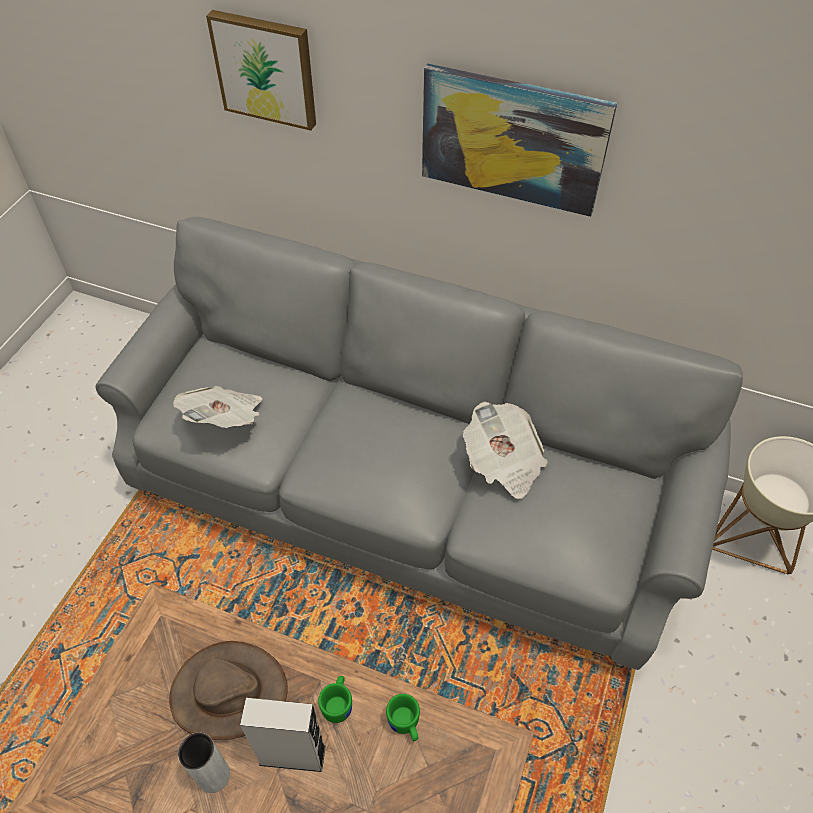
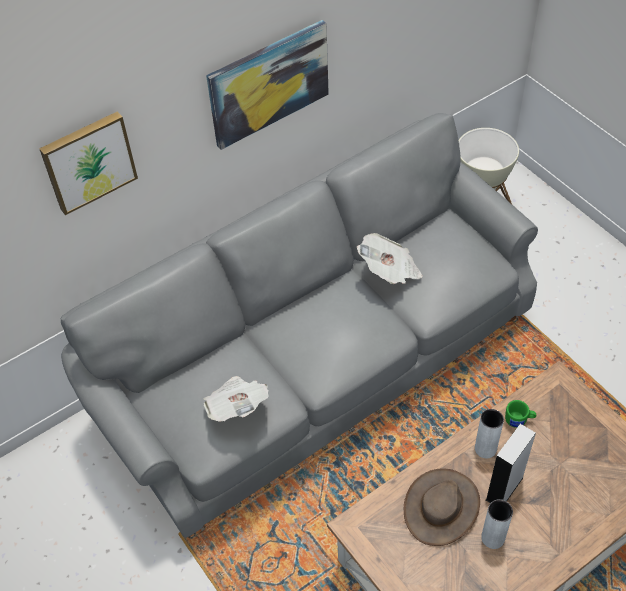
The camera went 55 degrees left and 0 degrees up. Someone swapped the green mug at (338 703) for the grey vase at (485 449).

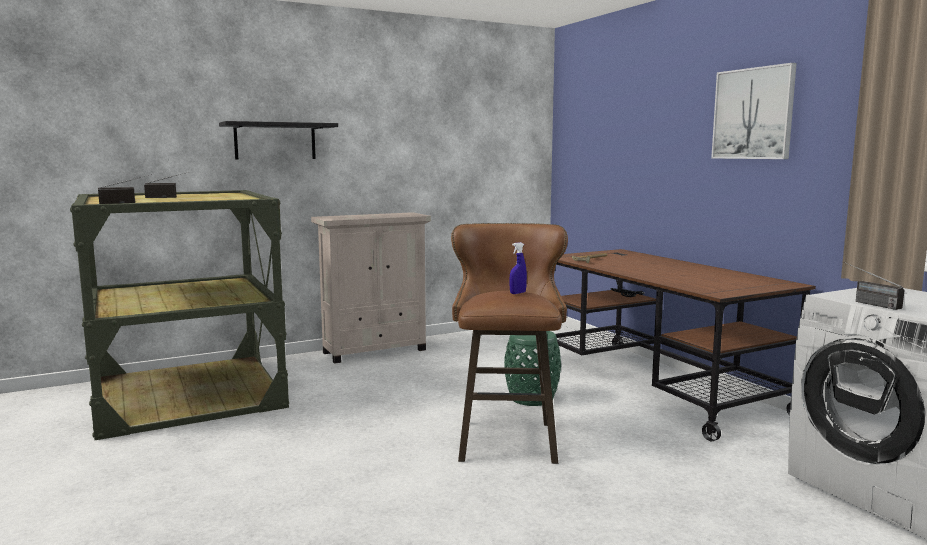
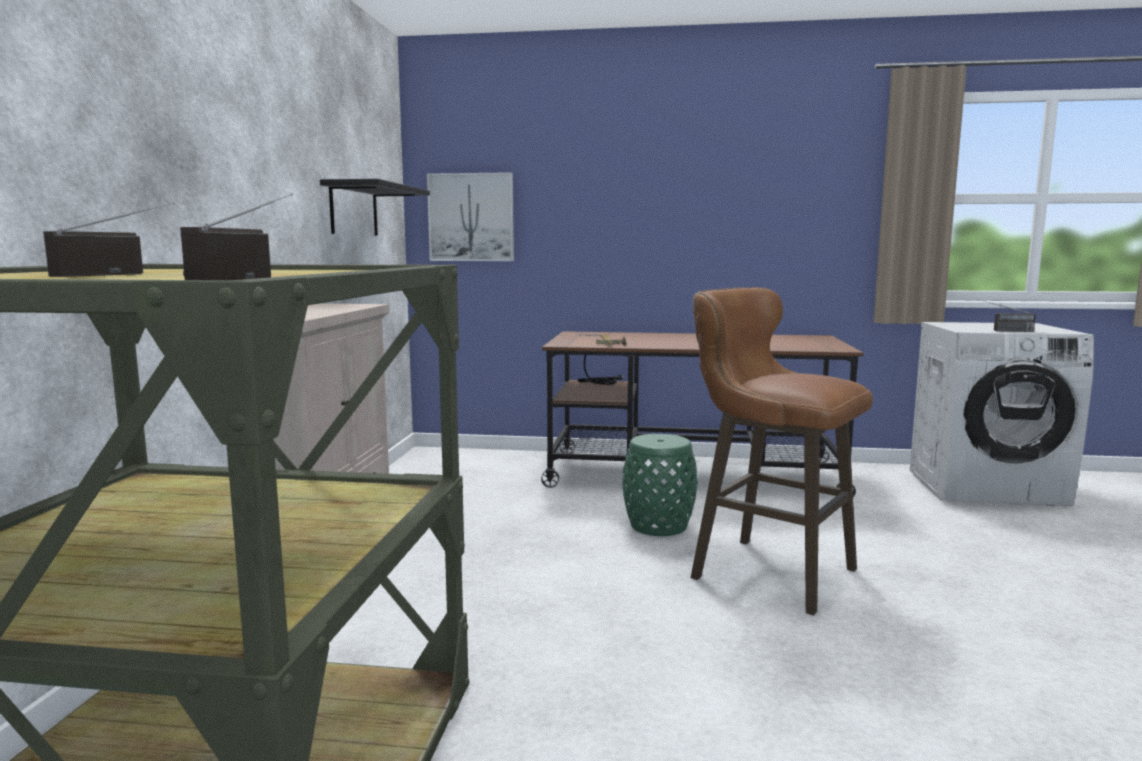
The camera went 55 degrees left and 0 degrees up. Someone carried the picture from (753 114) to (471 217). Someone carried the black shelf from (275 141) to (354 210). Someone took away the blue spray bottle at (517 293).

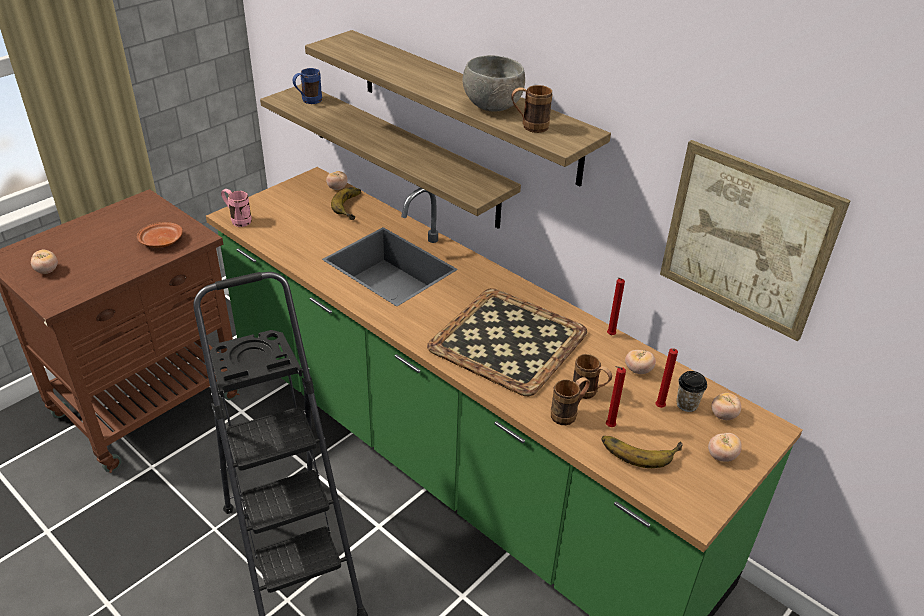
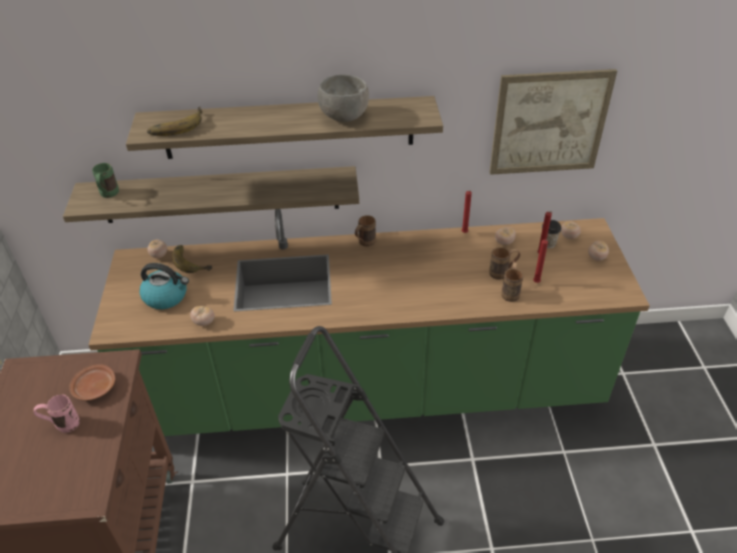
The camera went 45 degrees left and 5 degrees up. Someone repainted the blue mug at (308 101), which became the green mug at (108 195). Someone carried the brown mug from (529 127) to (364 243). Someone carried the pink mug from (238 220) to (62 425). Someone carried the tomato from (47 271) to (204 322). Someone took away the tray at (508 341). Someone carried the banana from (639 448) to (176 125). Someone put down the kettle at (166 296).

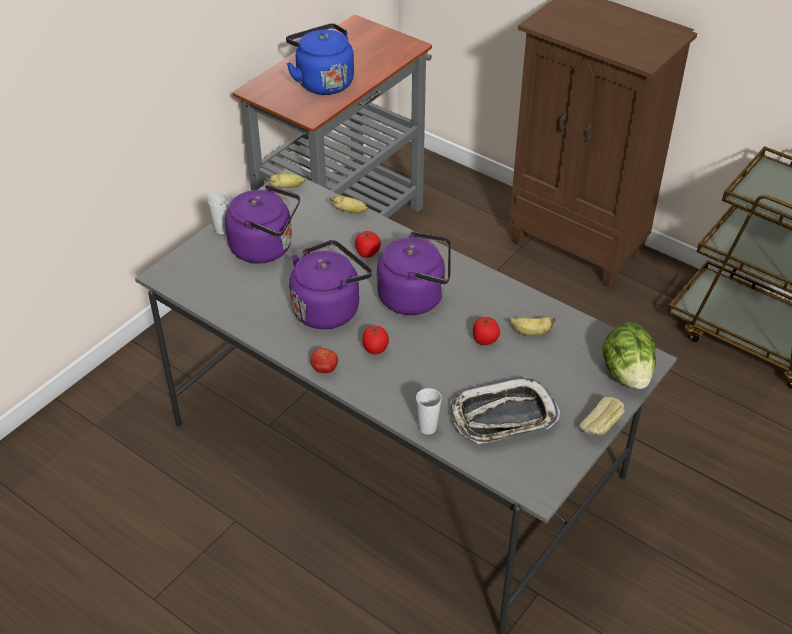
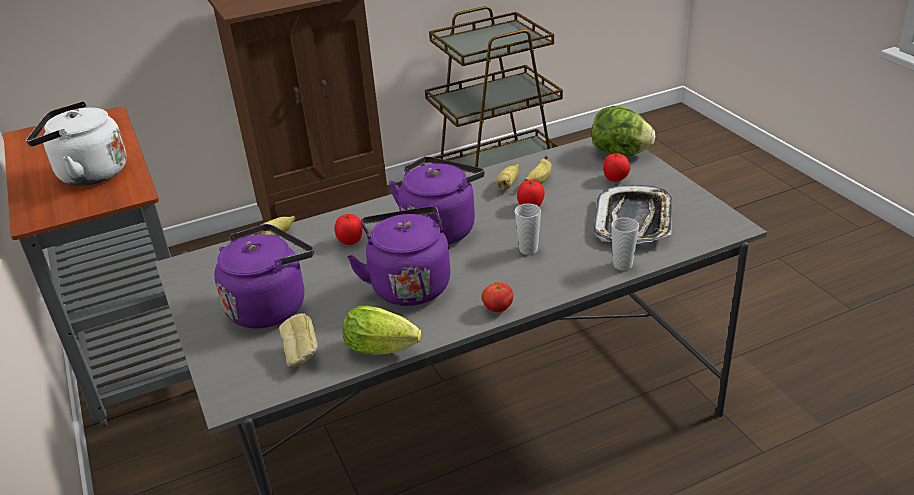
The camera went 60 degrees left and 10 degrees down. Someone repainted the blue kettle at (322 82), which became the white kettle at (88 174). Someone carried the banana from (287 187) to (508 185). Someone carried the cup from (222 229) to (528 250). Someone carried the tomato from (375 350) to (615 179). Someone carried the bread from (600 428) to (302 355). Someone put down the lettuce at (385 349).

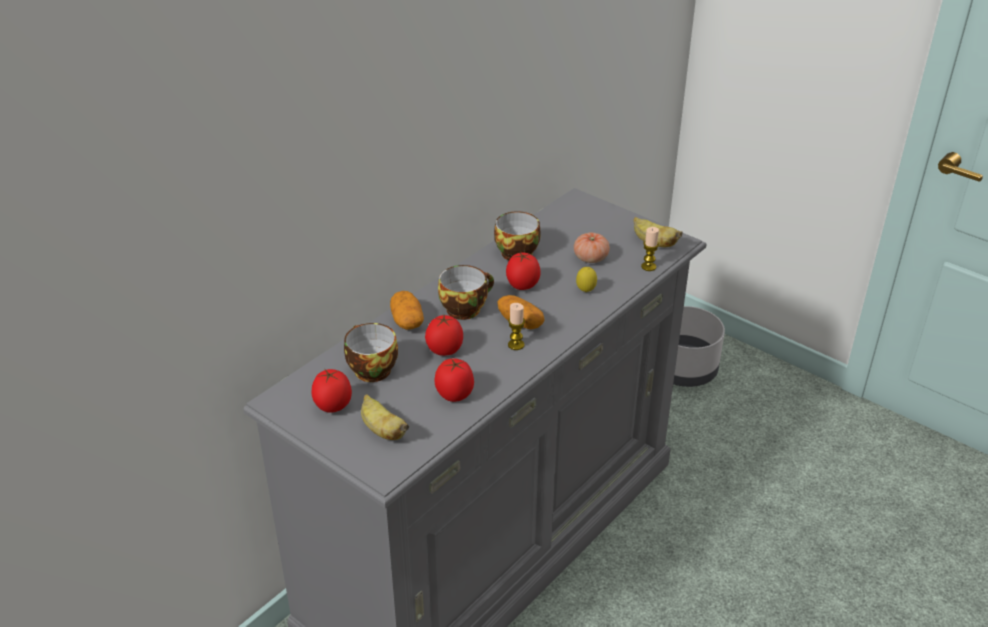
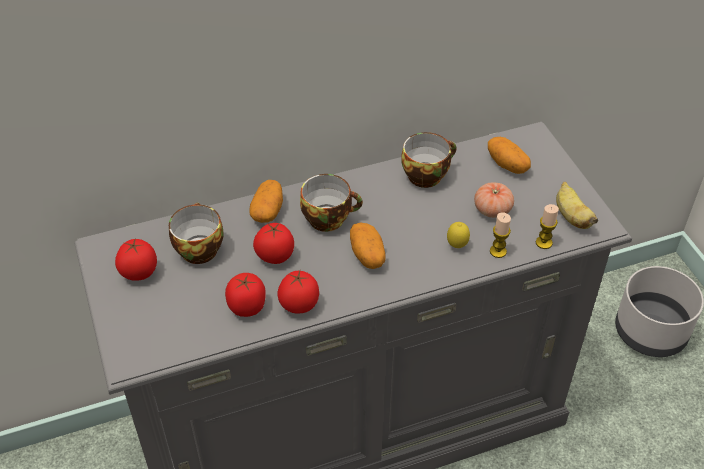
The camera went 30 degrees right and 10 degrees up. Someone carried the tomato from (522 286) to (299 305). Someone carried the candle from (516 345) to (498 251). Someone took away the banana at (382 430). Someone put down the potato at (507 164).

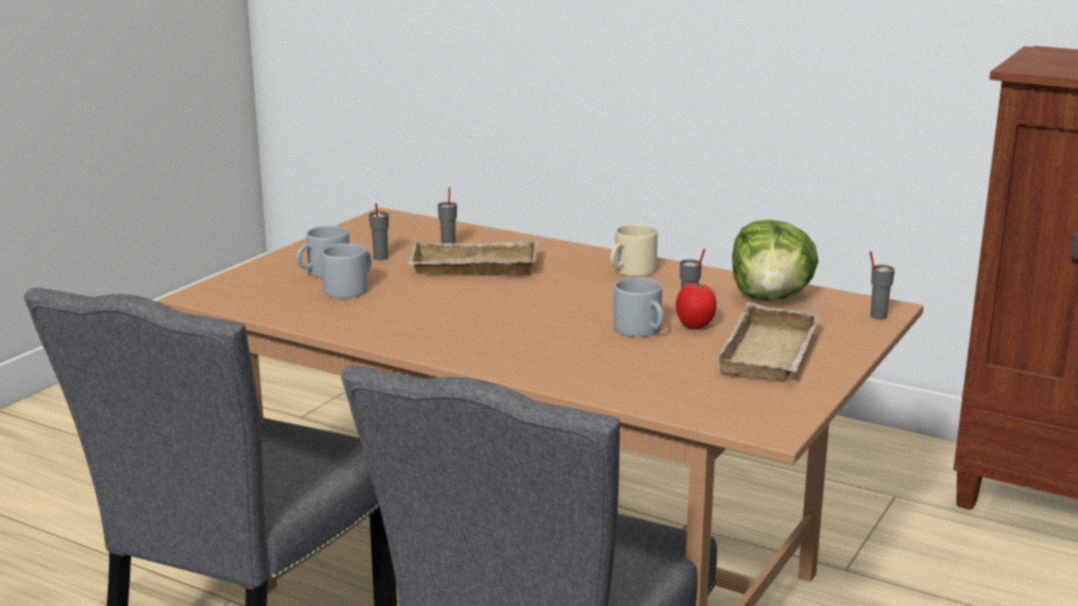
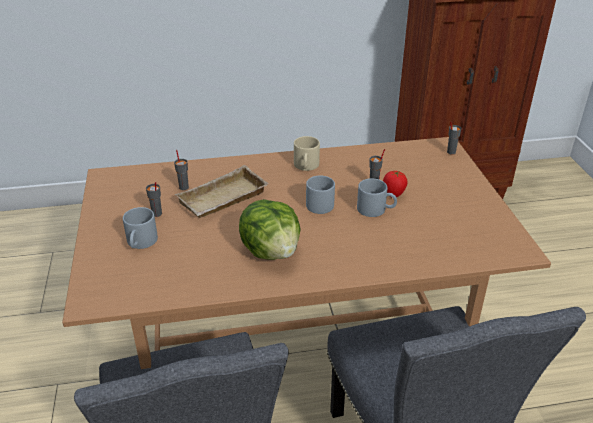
The camera went 40 degrees left and 15 degrees up. Someone carried the lettuce from (771 298) to (272 251). Someone carried the grey mug from (350 288) to (318 203). Someone took away the beige tray at (772 355).

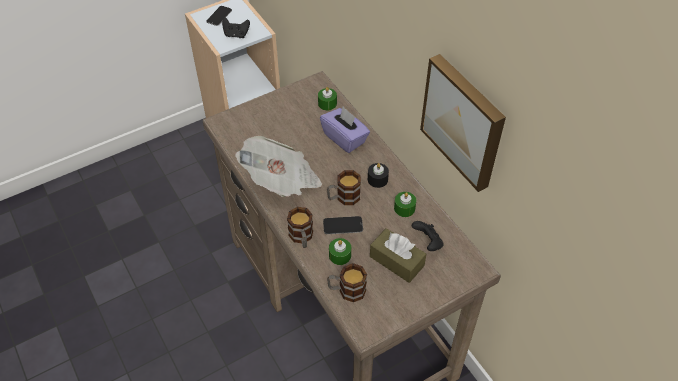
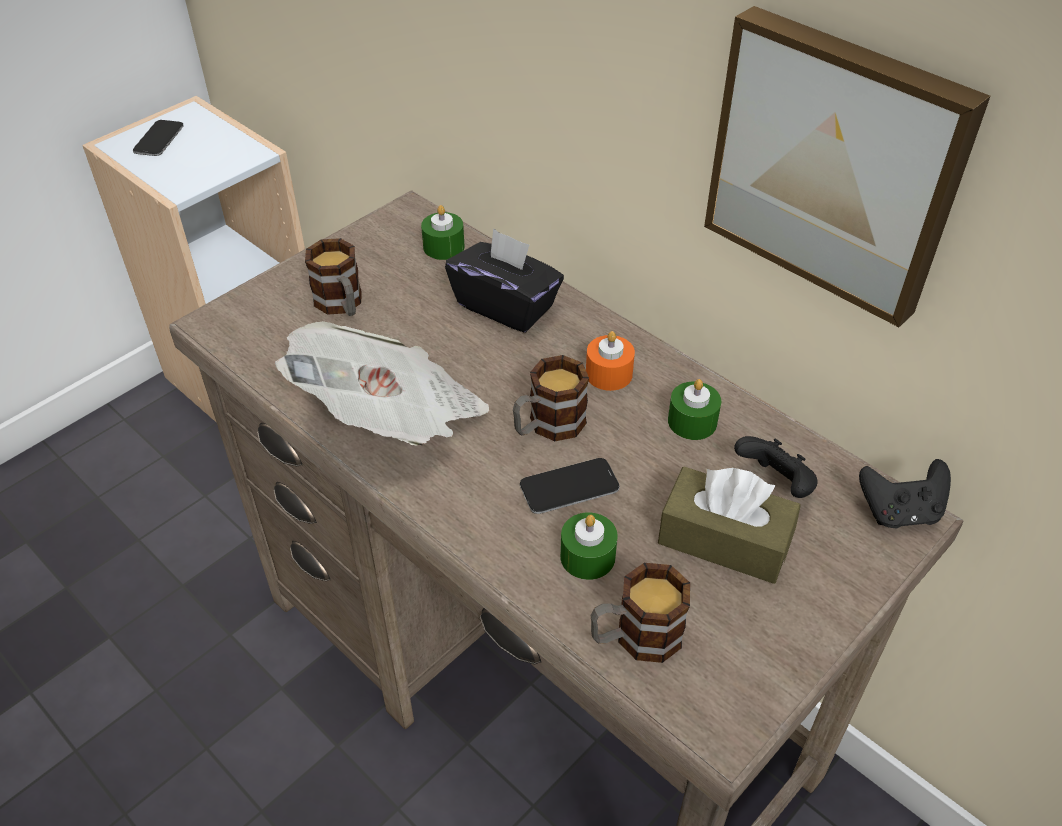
The camera went 15 degrees left and 5 degrees down. Someone carried the black game controller from (236 35) to (899 512). Someone repainted the purple tissue box at (345 138), which became the black tissue box at (506 306). Someone repainted the black candle at (377 179), which became the orange candle at (609 374). Someone carried the mug from (302 238) to (342 305).

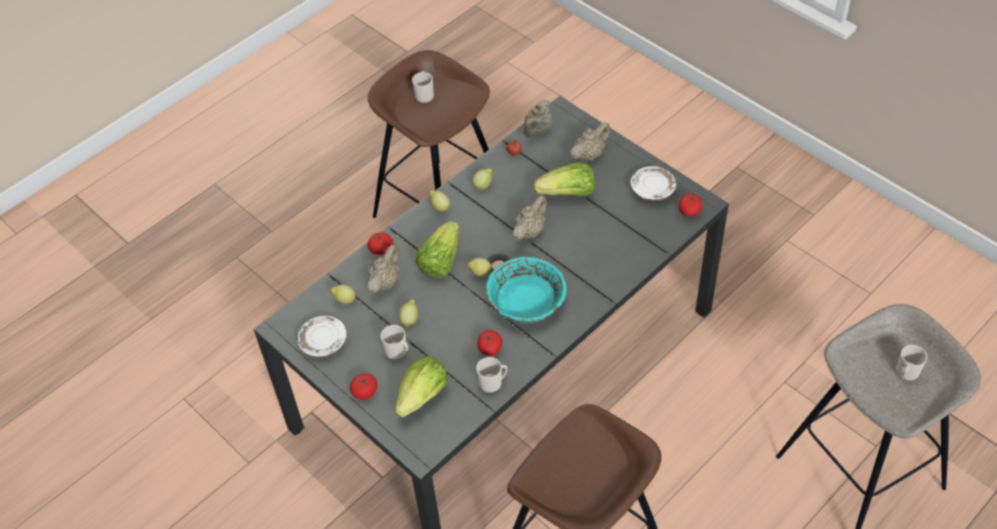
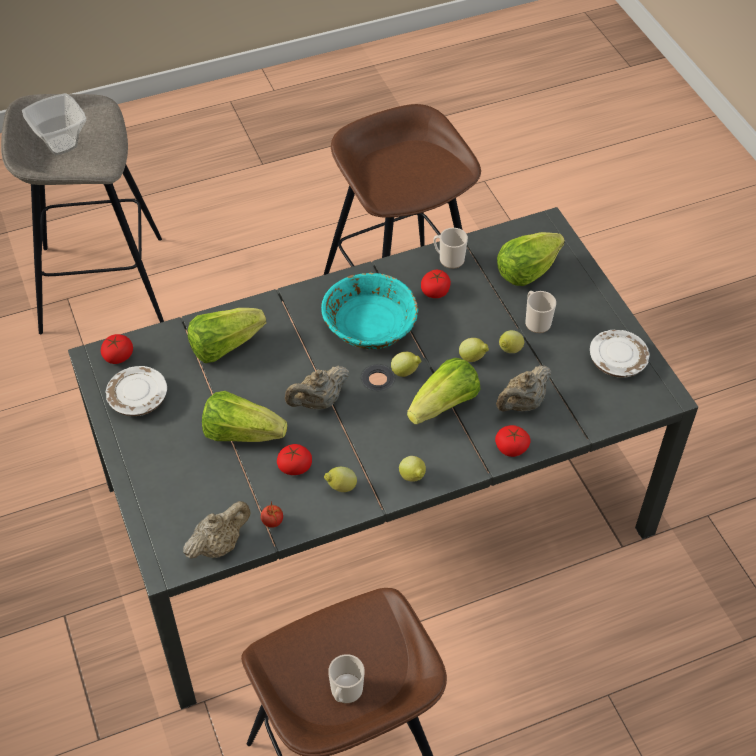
The camera went 160 degrees left and 0 degrees up. Someone took away the beige teapot at (589 154). Someone carried the lemon from (344 300) to (473 358). Someone swapped the mug at (906 373) for the bowl at (62 144). Someone carried the tomato from (365 391) to (295 466). Someone put down the lettuce at (224 346).

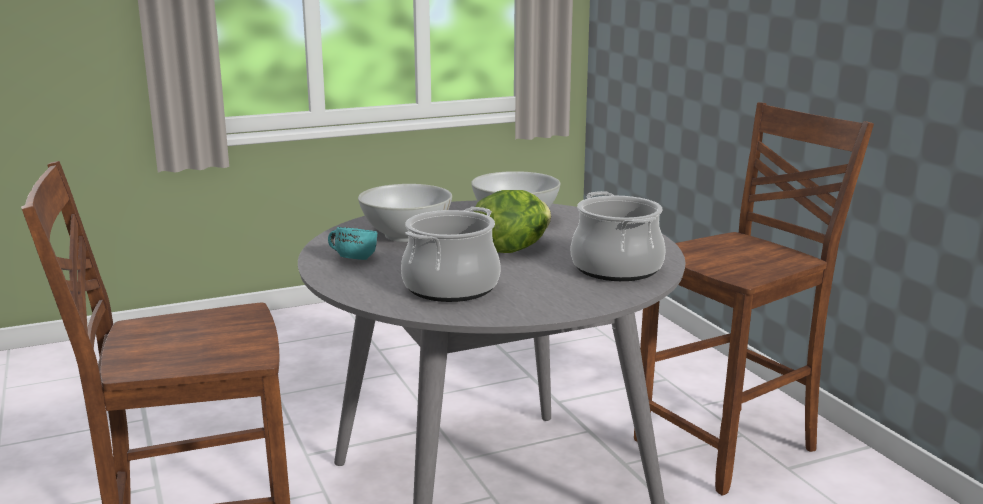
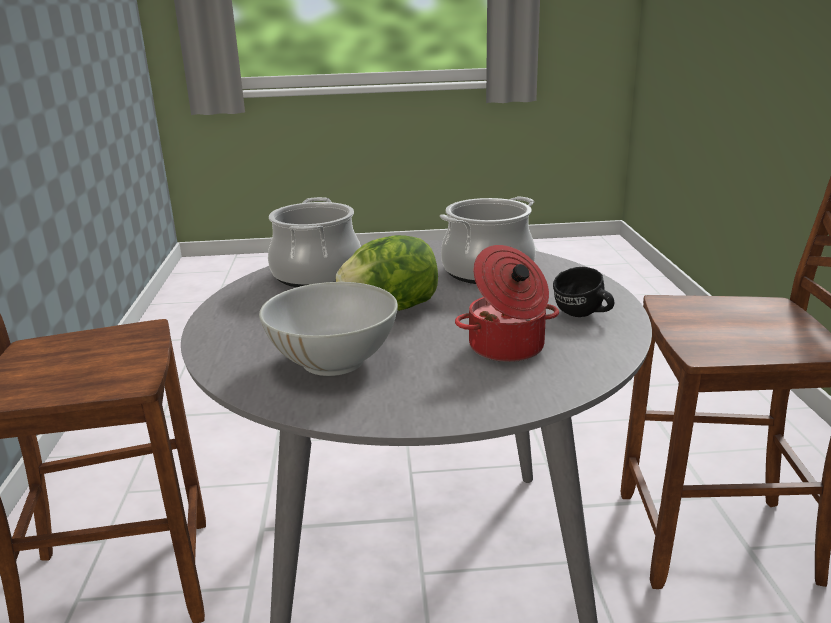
The camera went 160 degrees left and 5 degrees up. Someone swapped the white bowl at (405 235) for the cooking pot at (507 348). Someone repainted the turquoise mug at (352 258), which became the black mug at (582 316).

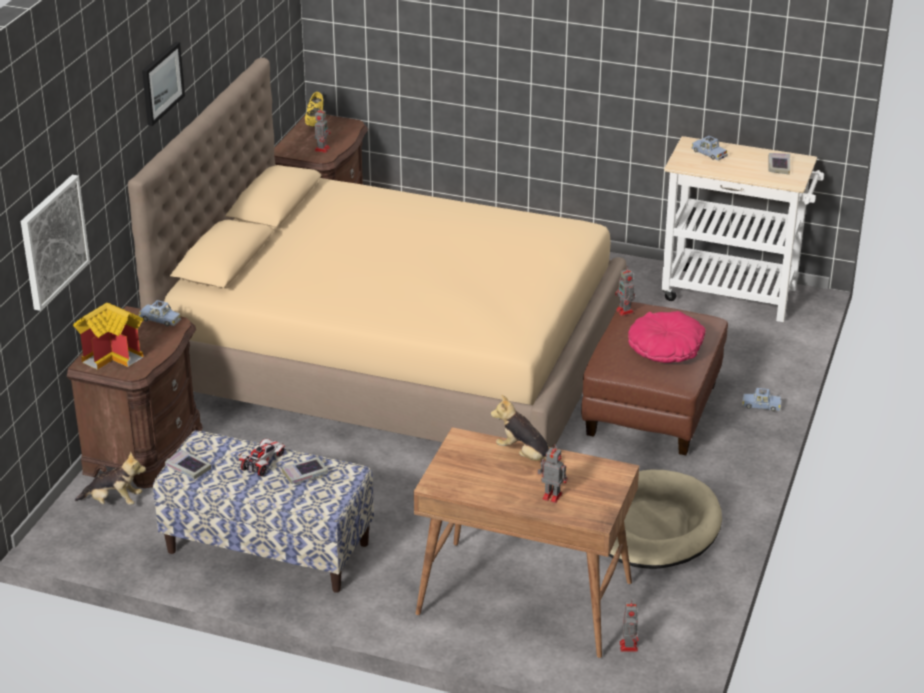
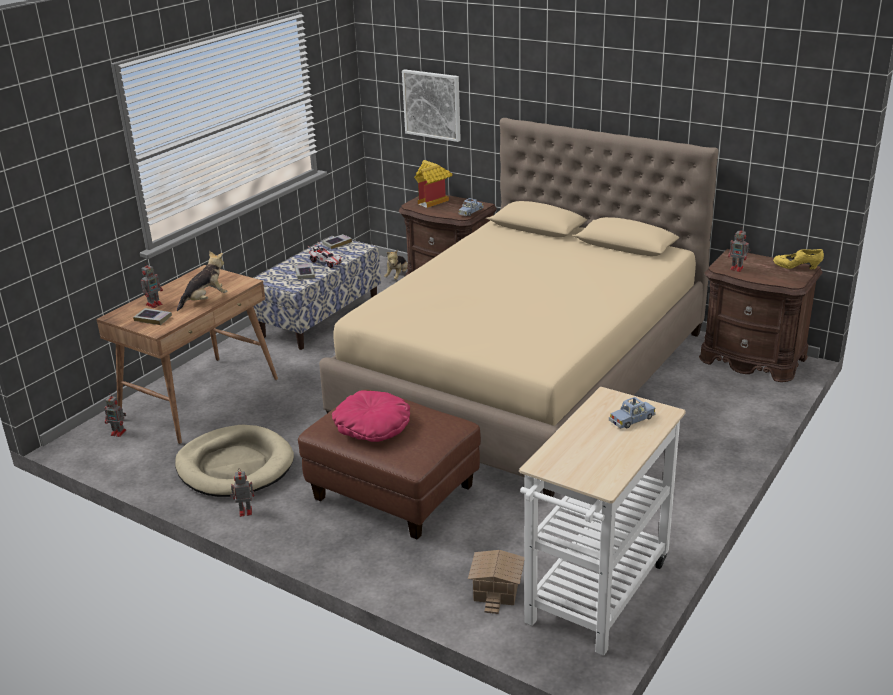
The camera went 105 degrees right and 5 degrees down. Someone took away the picture at (161 83). Someone carried the book from (778 166) to (153 319). Someone carried the toy robot from (625 311) to (244 511). Someone took away the blue toy car at (761 406). Someone put down the toy house at (495 589).

